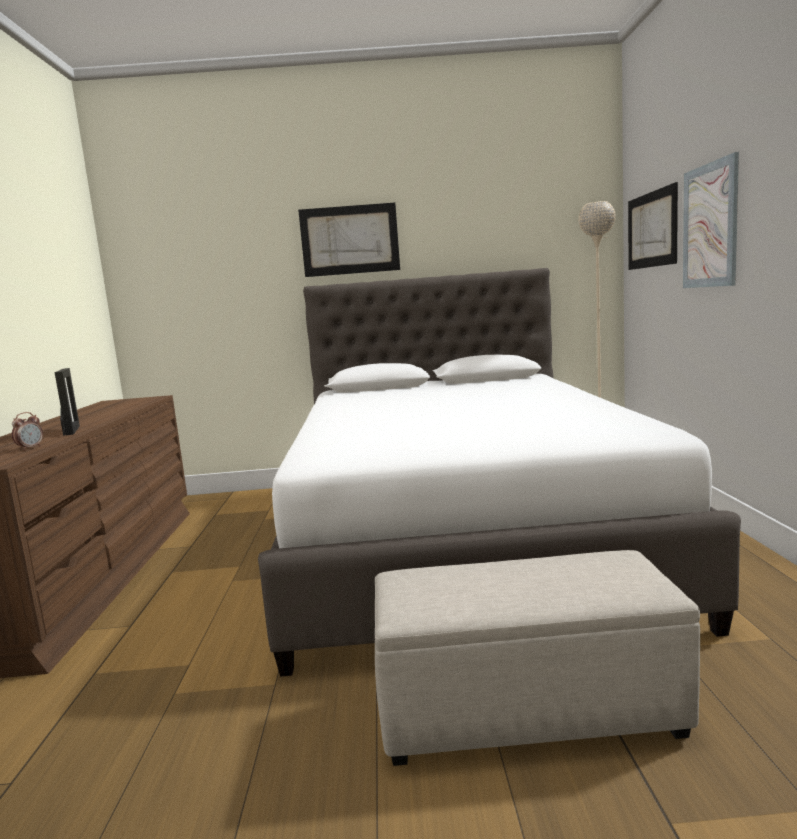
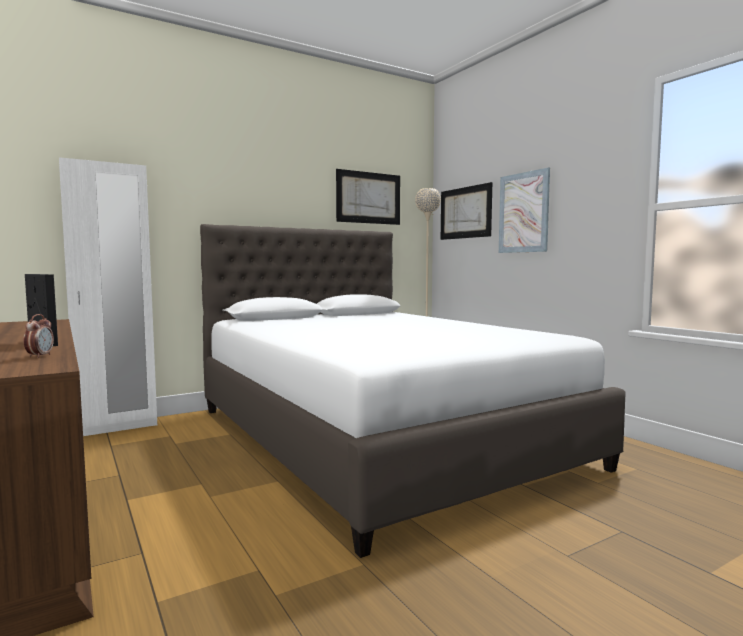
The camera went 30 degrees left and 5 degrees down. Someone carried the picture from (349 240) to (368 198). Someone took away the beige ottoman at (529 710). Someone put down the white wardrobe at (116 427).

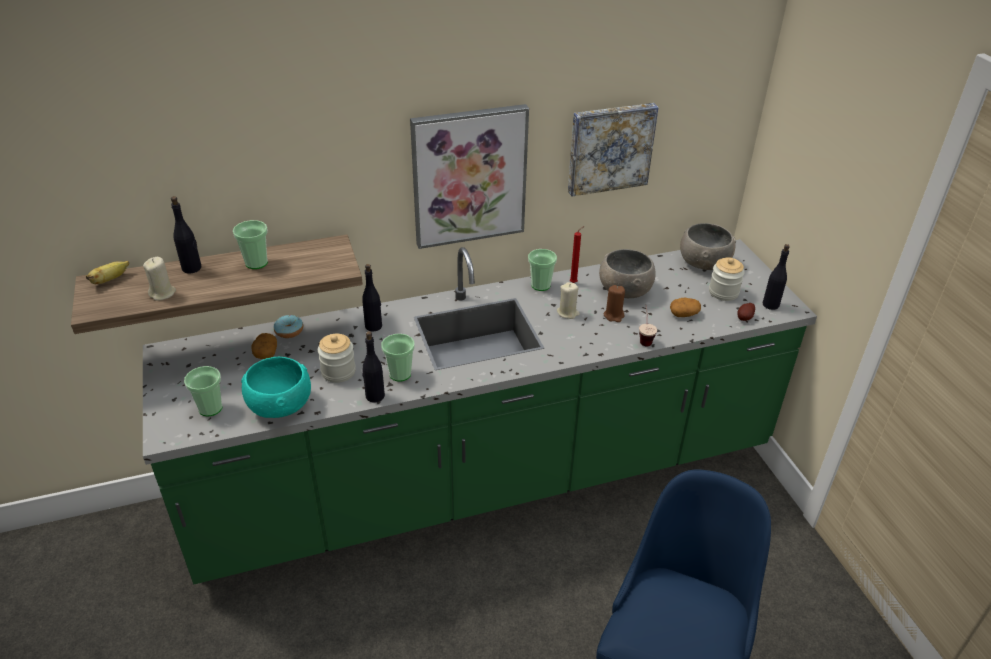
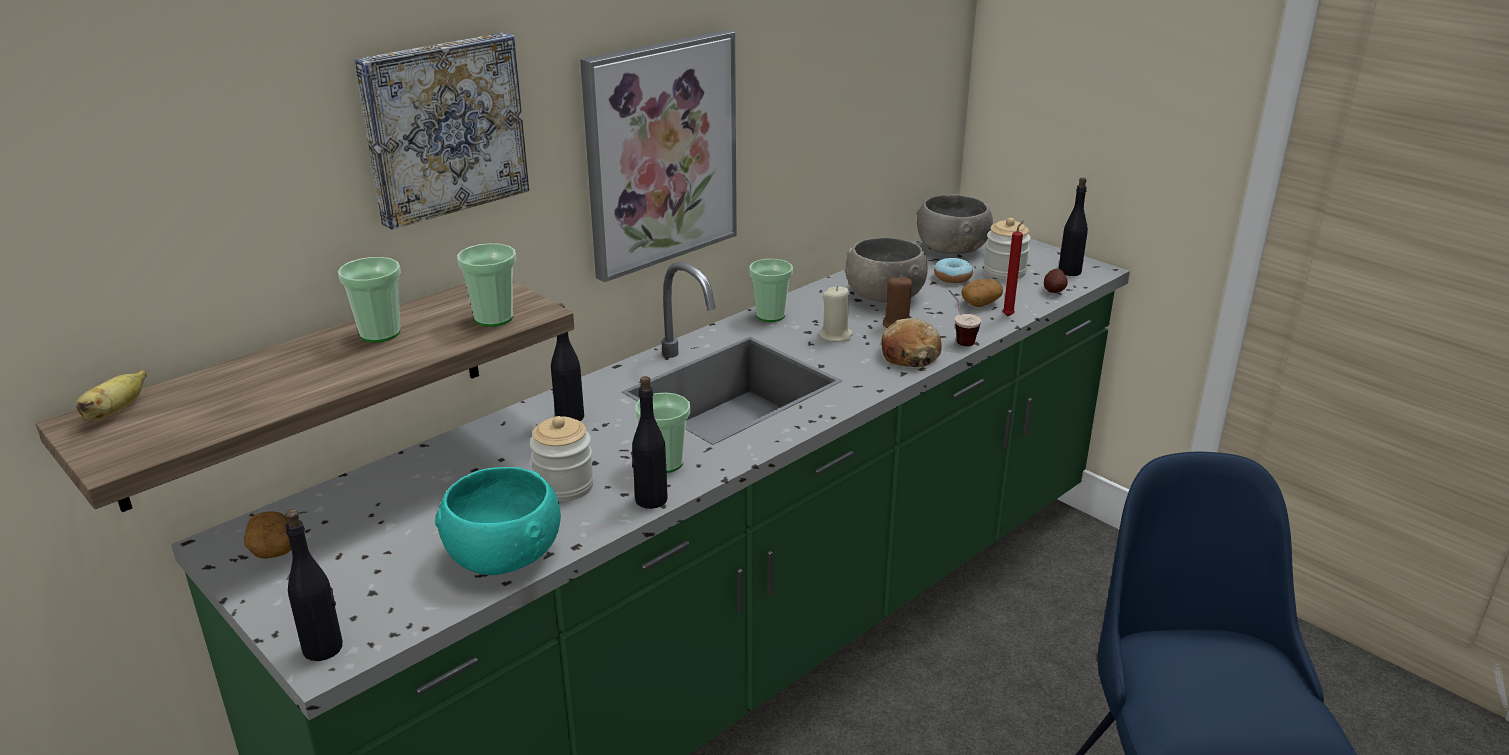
The camera went 25 degrees left and 10 degrees down. Someone carried the picture from (609 147) to (442 127). Someone carried the black bottle from (192 268) to (323 648). Someone carried the red candle from (574 282) to (1009 315). Someone took away the beige candle at (162 293). Someone carried the donut from (289 331) to (952 277). Someone carried the potato from (265 353) to (272 549). Someone carried the cup from (210 408) to (494 318). Someone put down the bread at (909 355).

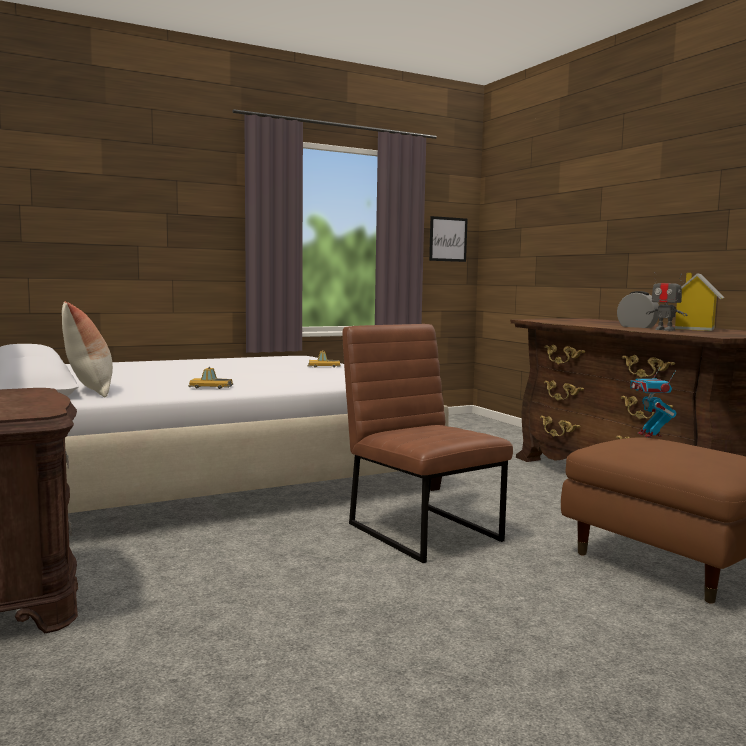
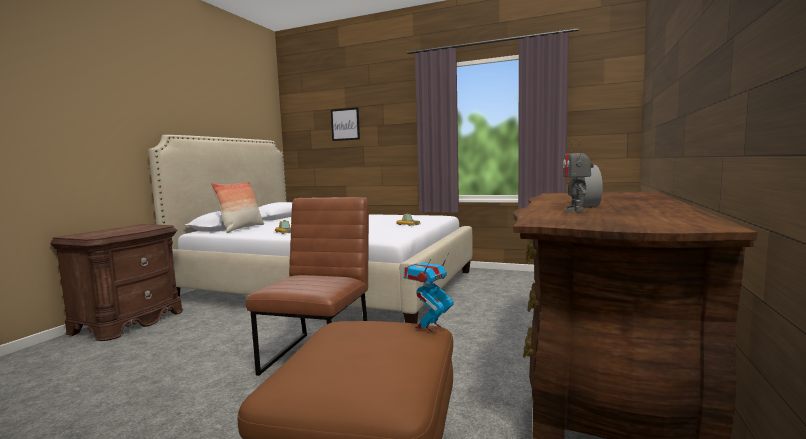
The camera went 50 degrees right and 0 degrees up. Someone carried the picture from (448 239) to (345 124). Someone took away the toy house at (694 329).

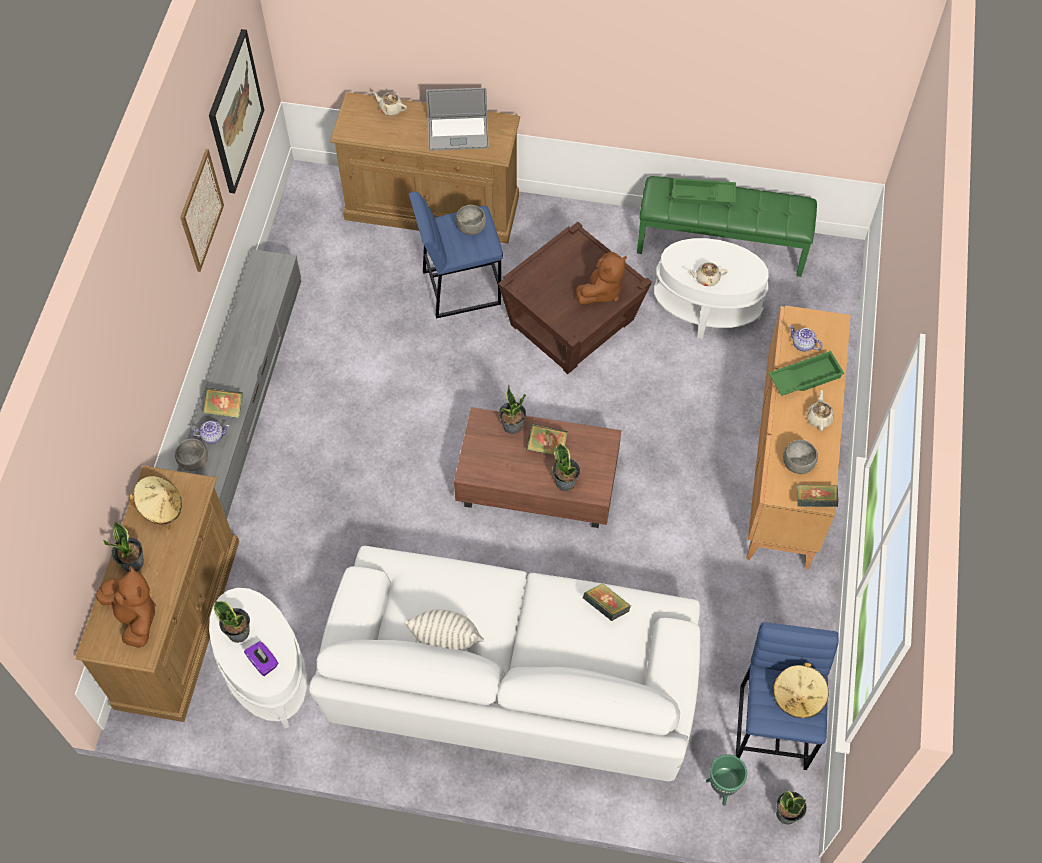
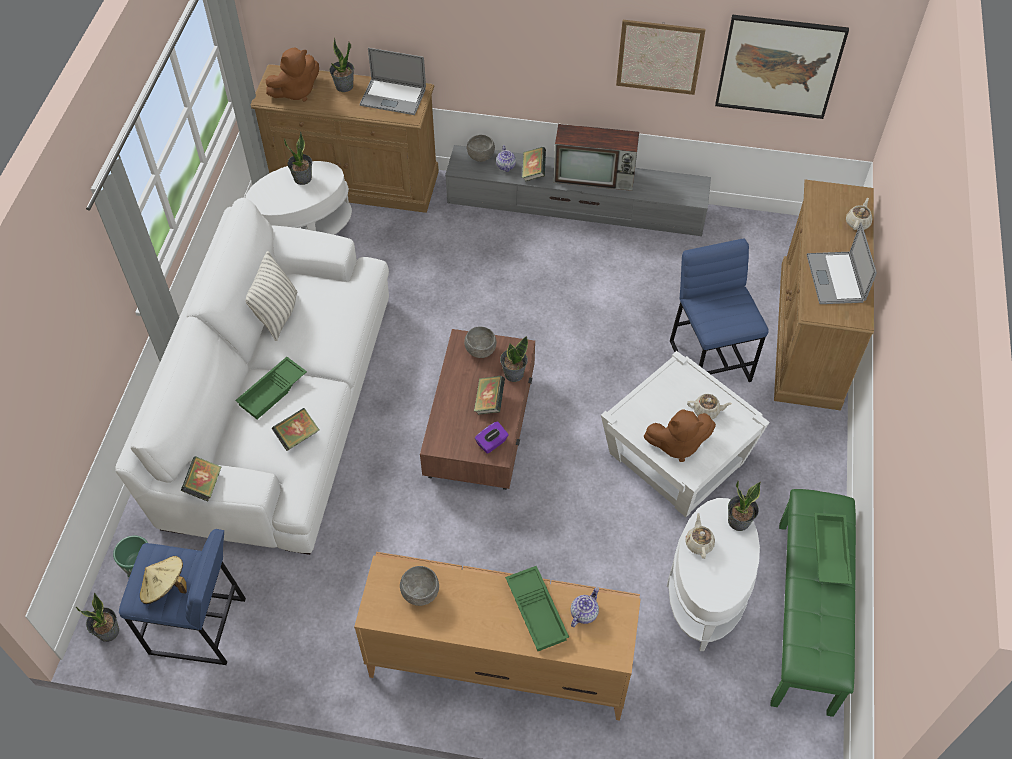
The camera went 90 degrees right and 5 degrees down. Someone carried the grey bowl from (471 228) to (480 351). Someone repainted the brown side table at (573 323), which became the white side table at (675 459). Someone rotated the brown plush toy at (601 291) by 45 degrees counterclockwise. Someone carried the beige teapot from (819 417) to (706 411). Someone carried the potted plant from (565 482) to (739 521). Someone swapped the beige hat at (160 507) for the laptop at (393 97). Someone carried the book from (815 502) to (204 485). Someone carried the purple tissue box from (263 662) to (492 443). Someone put down the television at (595 176). Someone put down the green tray at (273 392).

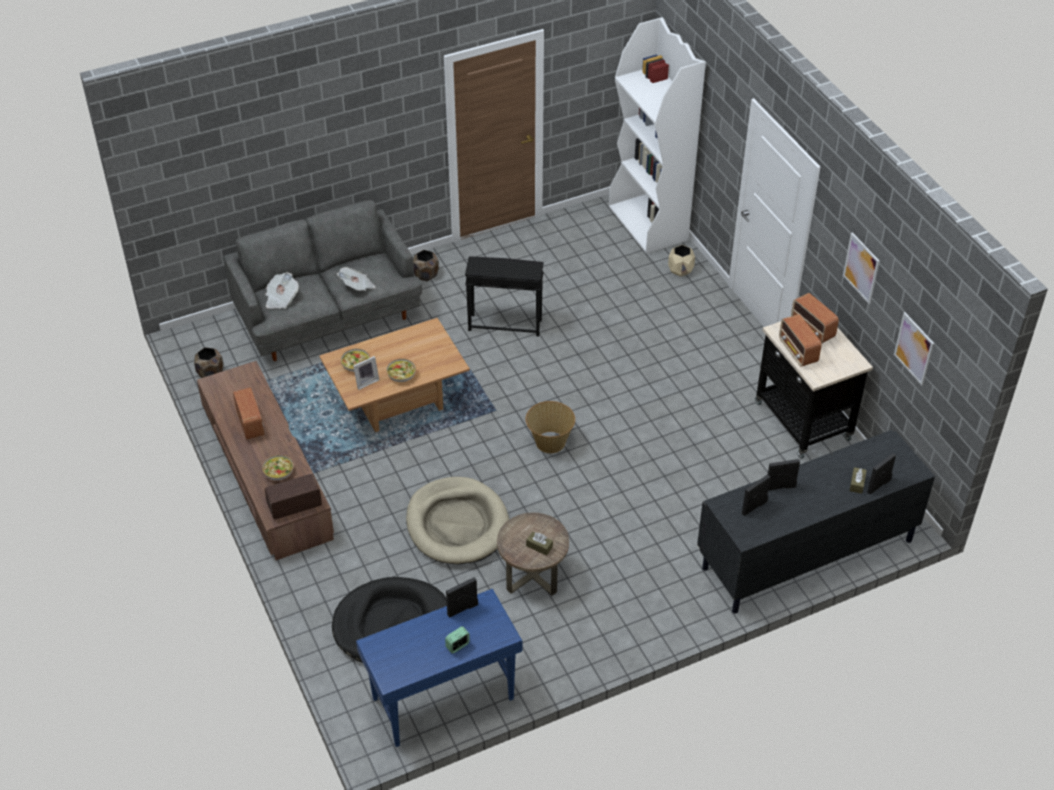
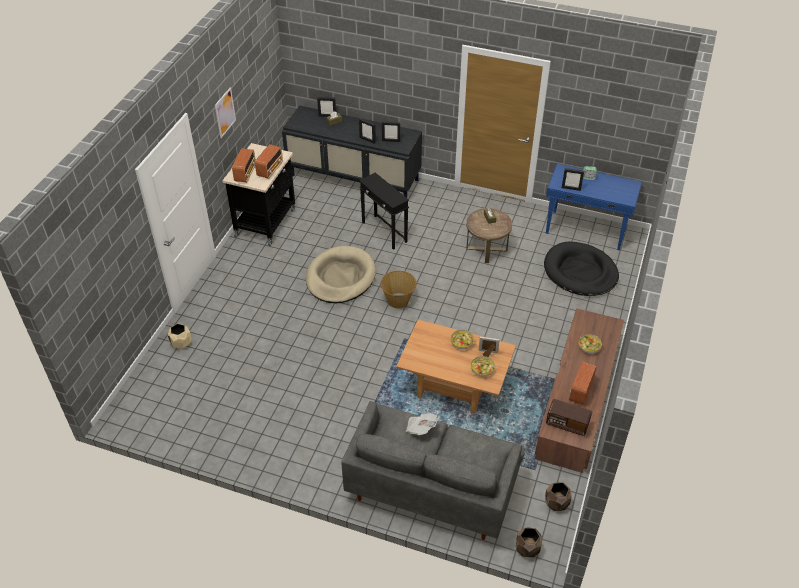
The camera went 135 degrees left and 0 degrees up. Someone took away the white bookcase at (648 224). Someone carried the brown planter from (426 275) to (527 549). Someone carried the black side table from (504 324) to (384 232). Someone took away the newspaper at (281 299). Someone took away the picture at (914 348). Someone carried the radio from (294 506) to (567 424). Someone carried the beige dog bed from (457 524) to (340 277).

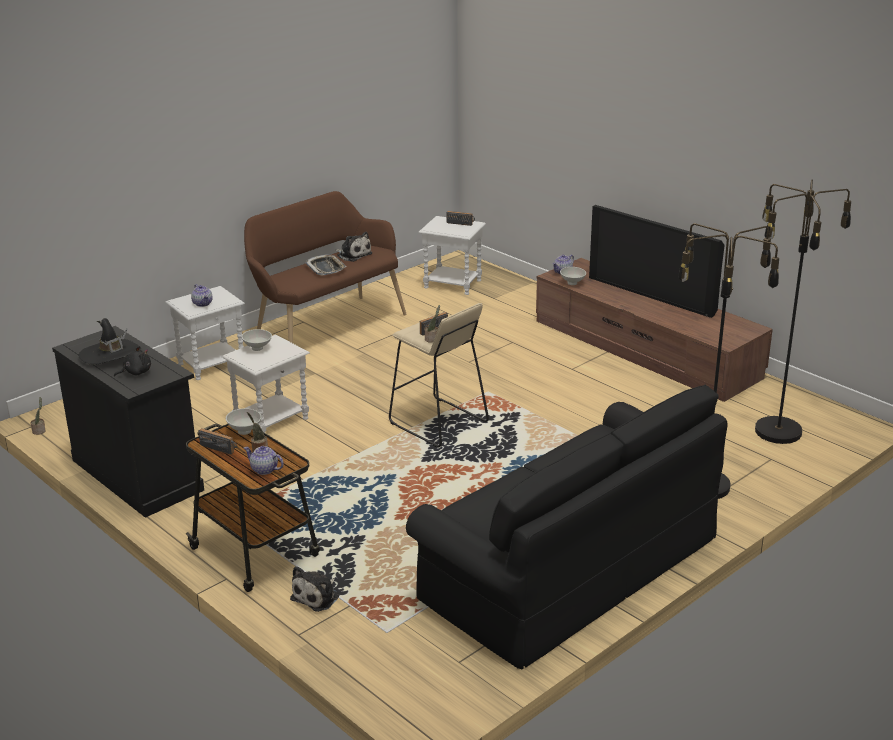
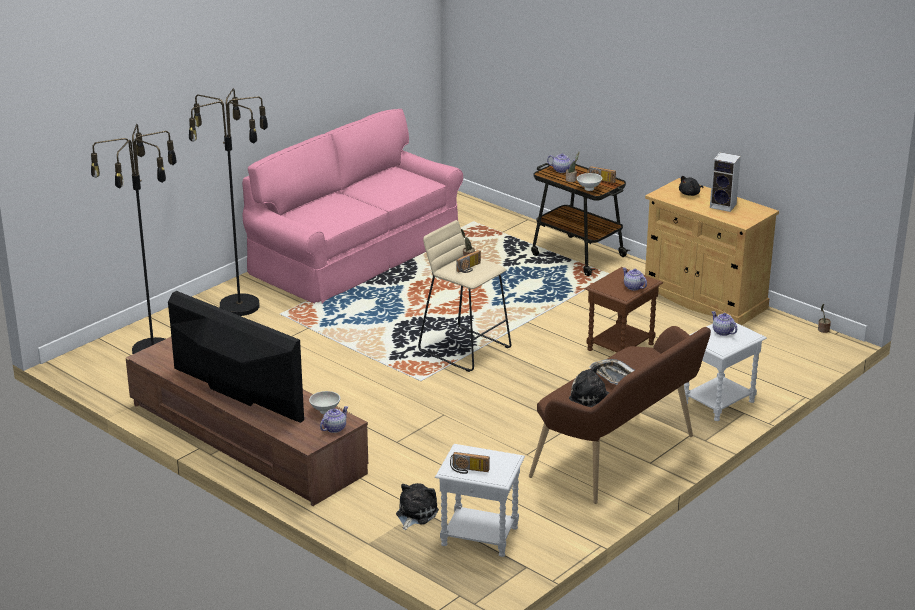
The camera went 175 degrees right and 0 degrees up. Someone swapped the black hat at (110 355) for the speaker at (724 206). Someone repainted the black cabinet at (137 475), which became the beige cabinet at (704 299). Someone swapped the white bowl at (258 348) for the teapot at (633 287). Someone repainted the white side table at (270 419), which became the brown side table at (621 347). Someone repainted the black sofa at (570 568), which became the pink sofa at (355 255). Someone carried the plush toy from (317 596) to (415 514).

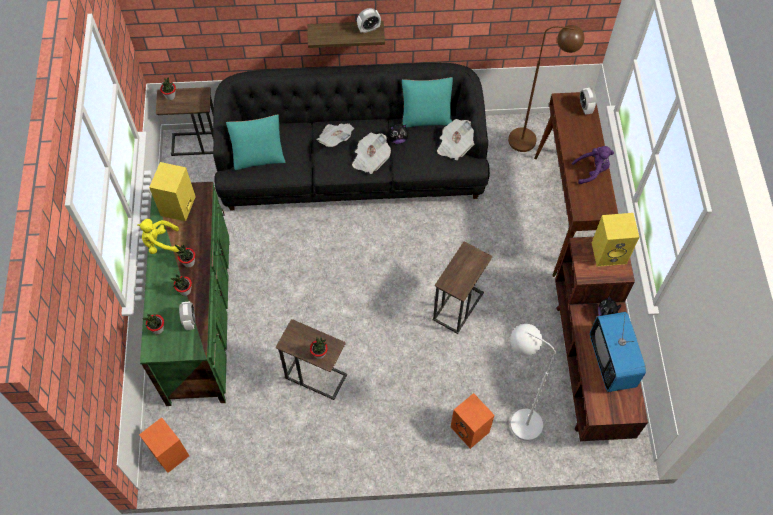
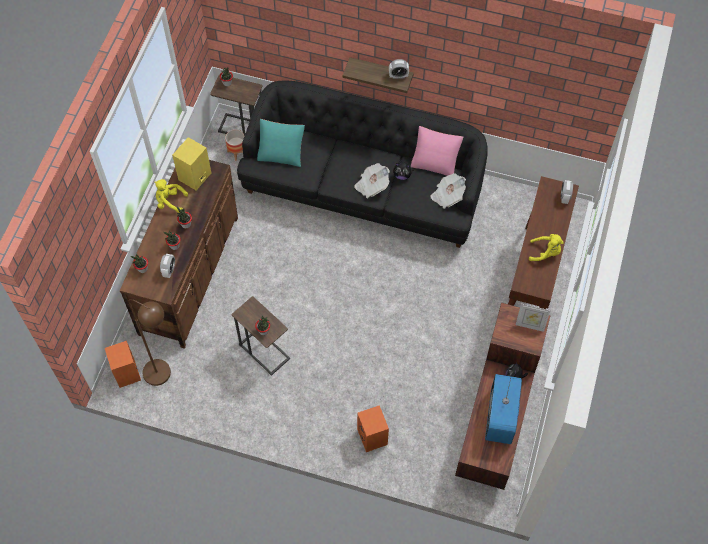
The camera went 20 degrees right and 0 degrees up. Someone carried the brown floor lamp from (531 142) to (164 377). Someone repainted the turquoise pillow at (426 115), which became the pink pillow at (435 162). Someone took away the newspaper at (335 139). Someone repainted the purple plush toy at (592 170), which became the yellow plush toy at (545 252). Someone repainted the green cabinet at (201 318), which became the brown cabinet at (191 274). Someone swapped the yellow speaker at (609 252) for the picture frame at (530 325). Someone took away the brown side table at (458 307). Someone took away the white floor lamp at (517 420). Someone put down the planter at (237 152).

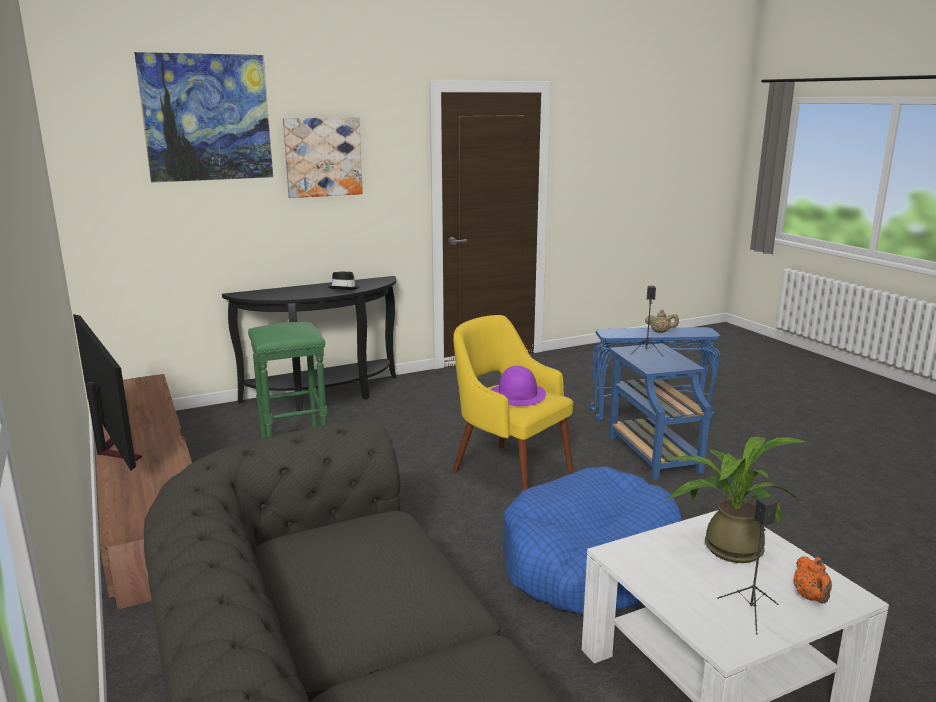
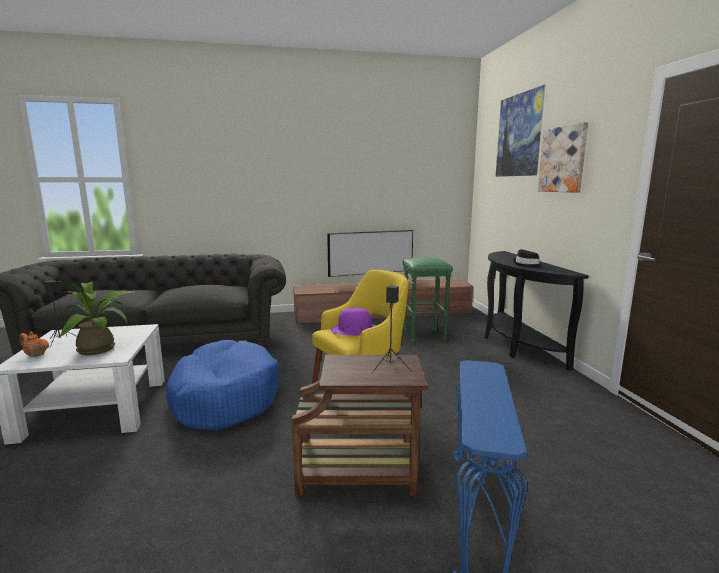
The camera went 105 degrees right and 5 degrees down. Someone took away the beige teapot at (660 332). Someone repainted the blue side table at (652 453), which became the brown side table at (360 475).

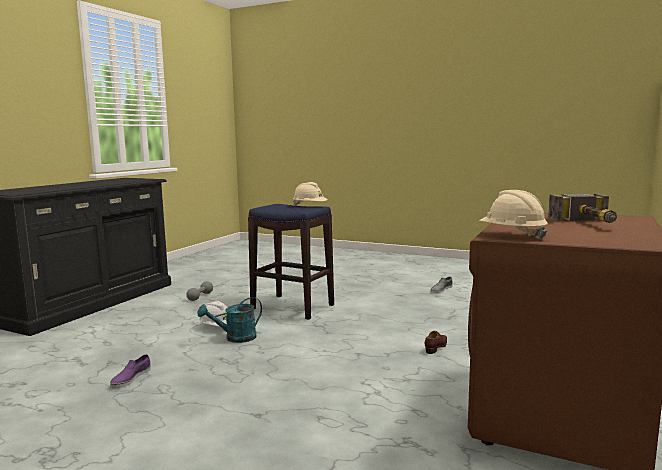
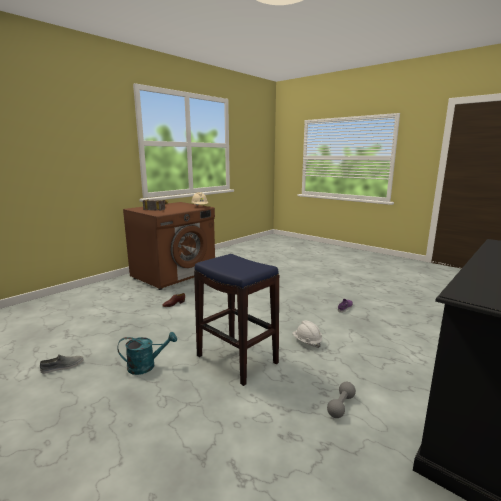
The camera went 165 degrees left and 5 degrees up. Someone took away the beige hard hat at (309 206). Someone carried the turquoise watering can from (235 338) to (146 366).

